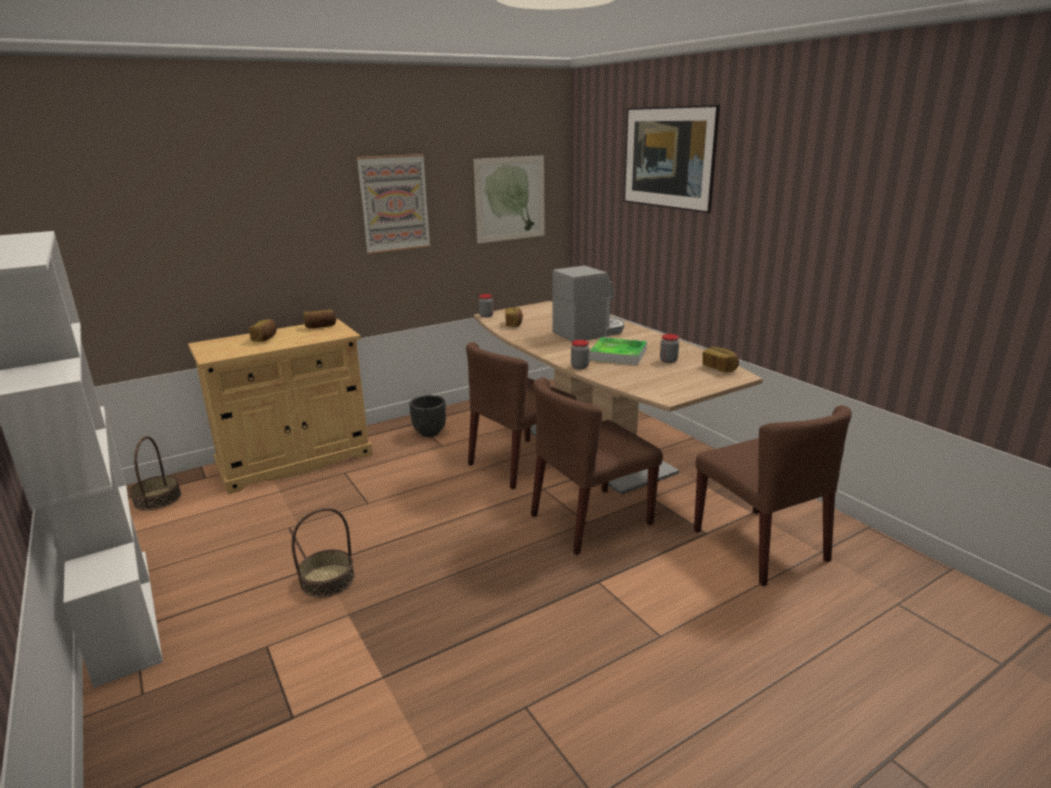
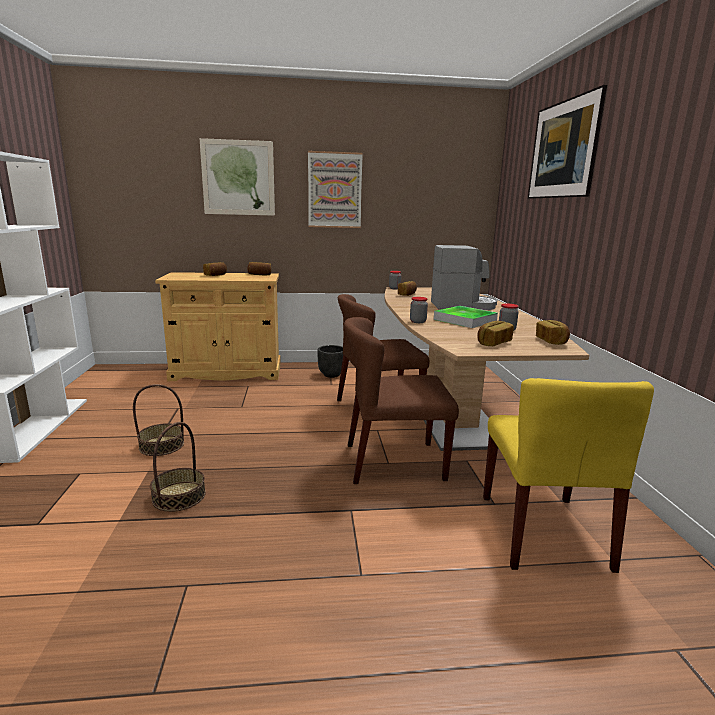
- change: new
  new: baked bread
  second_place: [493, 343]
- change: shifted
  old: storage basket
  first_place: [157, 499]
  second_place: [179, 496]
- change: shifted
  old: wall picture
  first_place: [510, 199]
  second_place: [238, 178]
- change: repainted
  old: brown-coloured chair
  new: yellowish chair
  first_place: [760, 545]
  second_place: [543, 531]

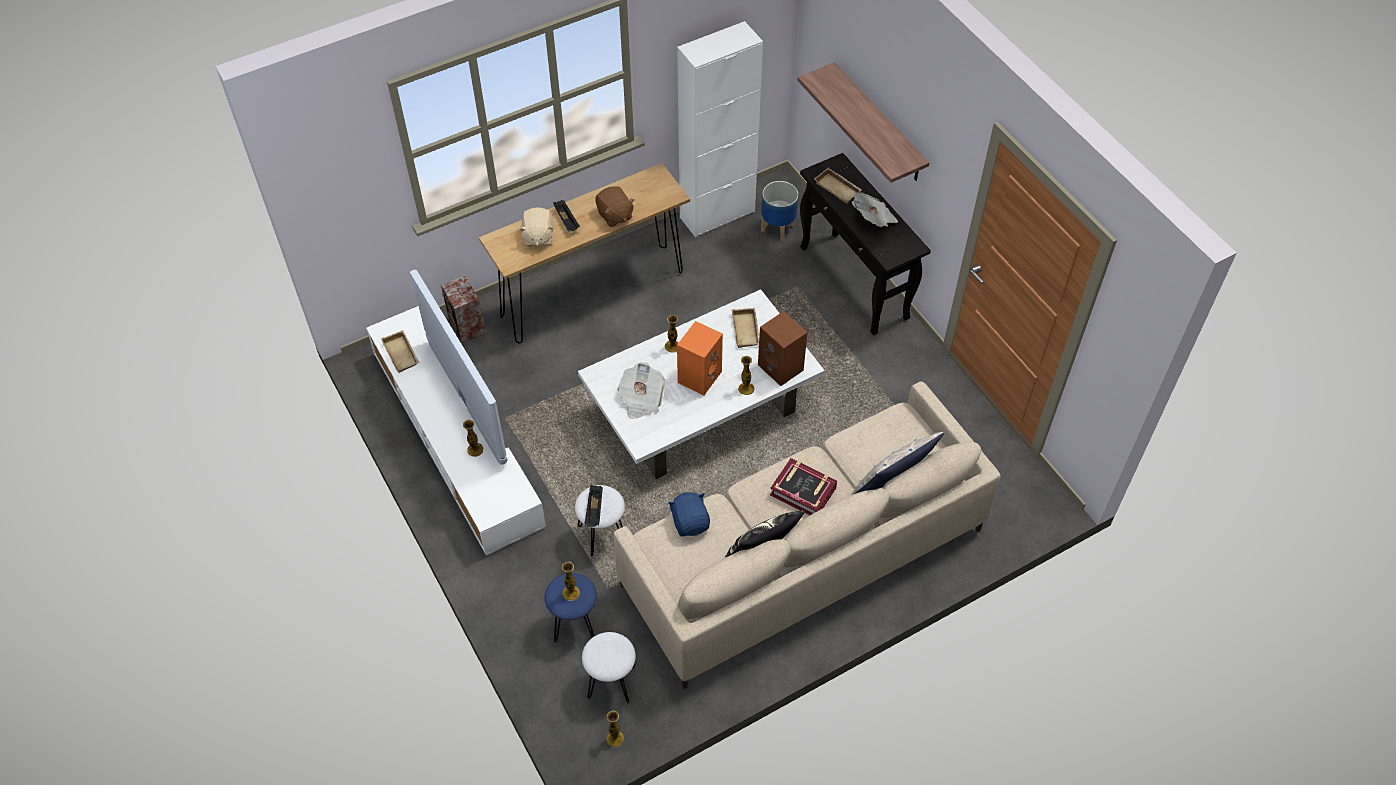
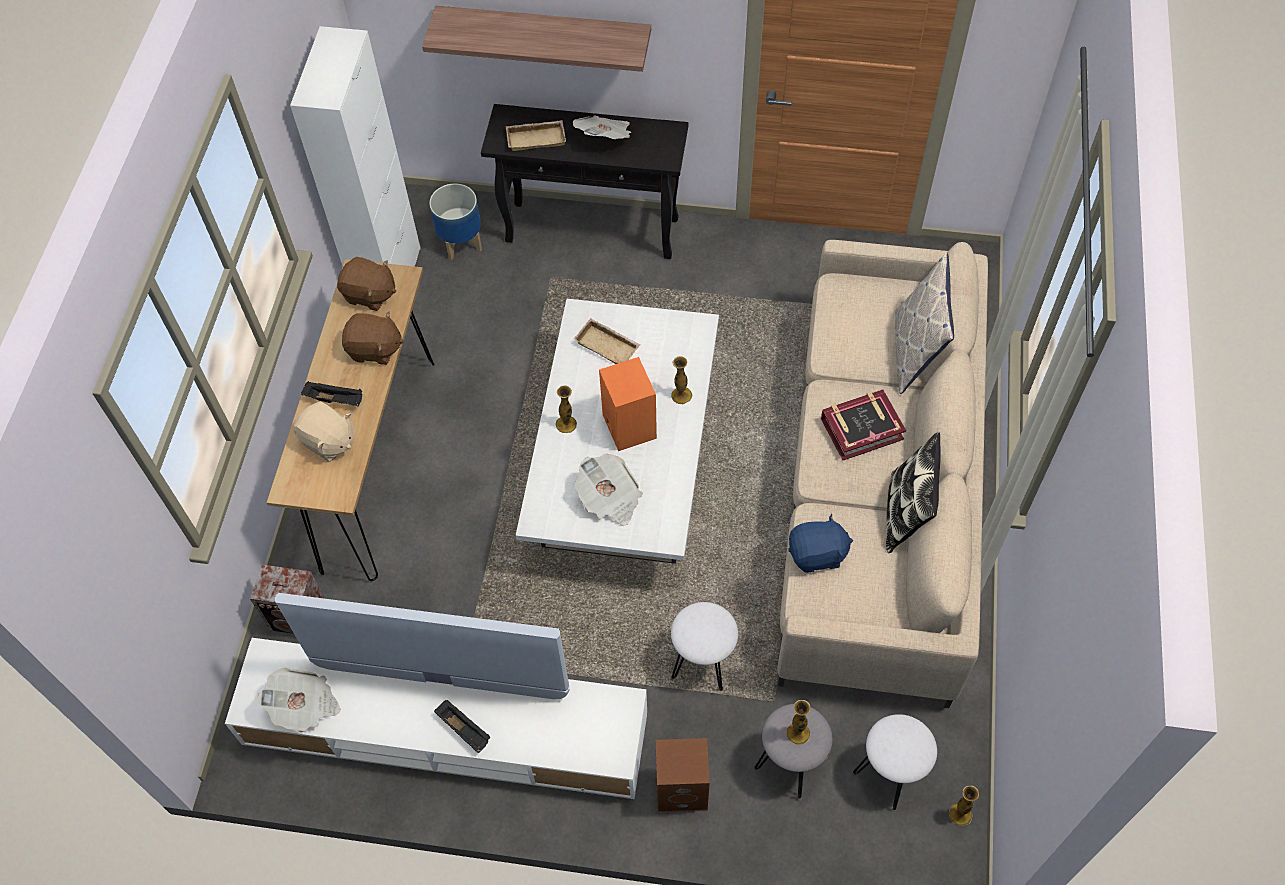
- change: gone
  old: vase
  first_place: [475, 449]
- change: new
  new: brown-coloured cuddly toy
  second_place: [369, 295]
- change: shifted
  old: black carrying tray
  first_place: [594, 511]
  second_place: [464, 730]
- change: shifted
  old: brown-coloured audio speaker
  first_place: [782, 367]
  second_place: [683, 787]
- change: swapped
  old: beige-coloured carrying tray
  new: printed paper
  first_place: [402, 354]
  second_place: [305, 706]
- change: repainted
  old: blue stool
  new: gray stool
  first_place: [574, 623]
  second_place: [790, 763]
- change: rotated
  old: blue cuddly toy
  first_place: [690, 522]
  second_place: [817, 554]
  degrees: 150

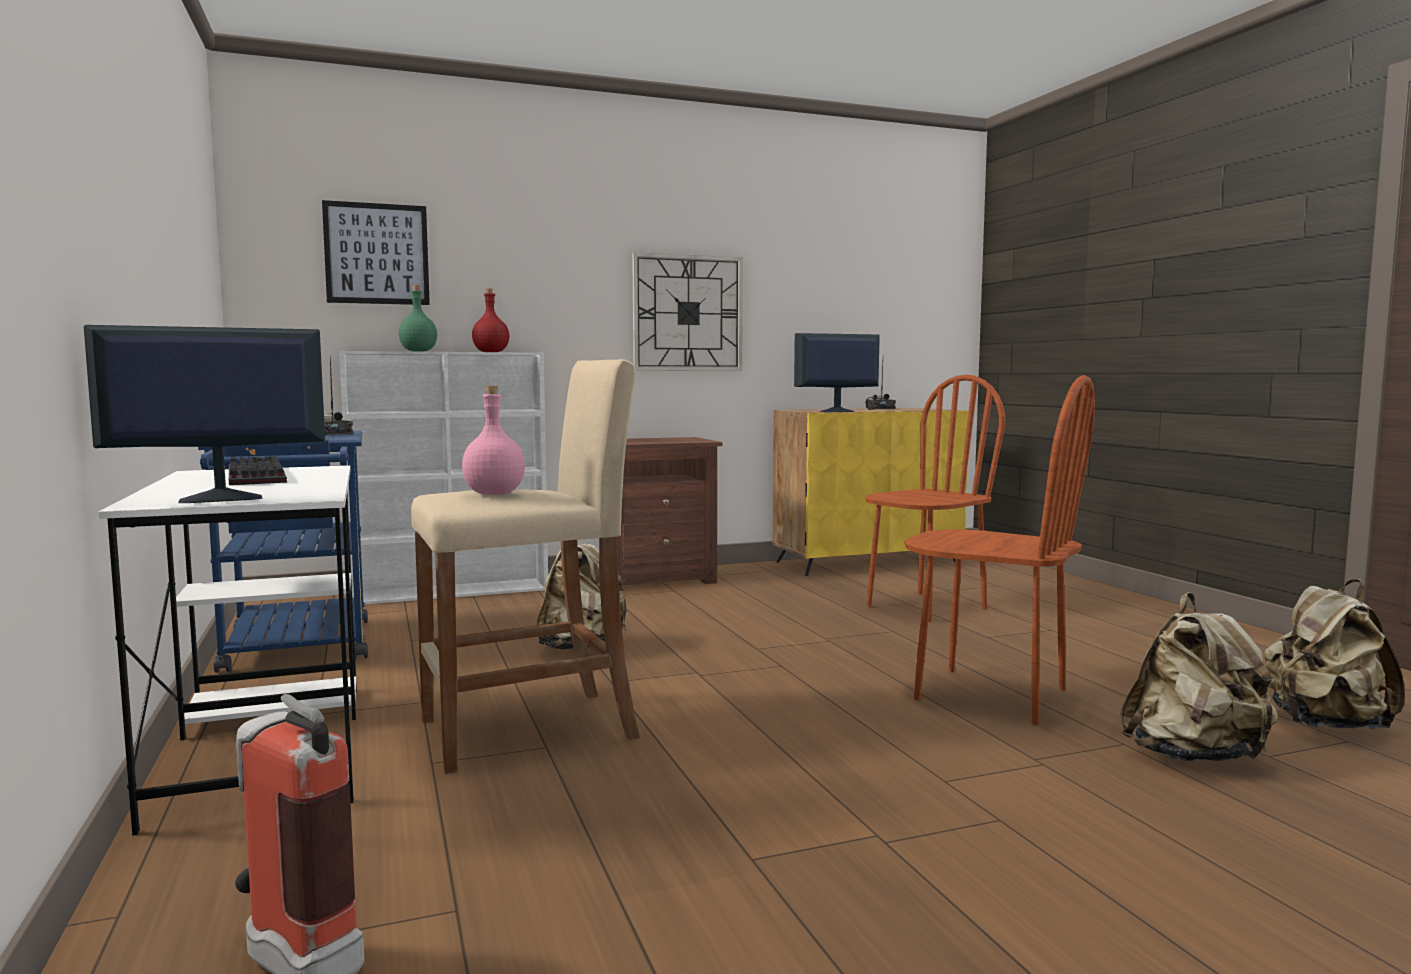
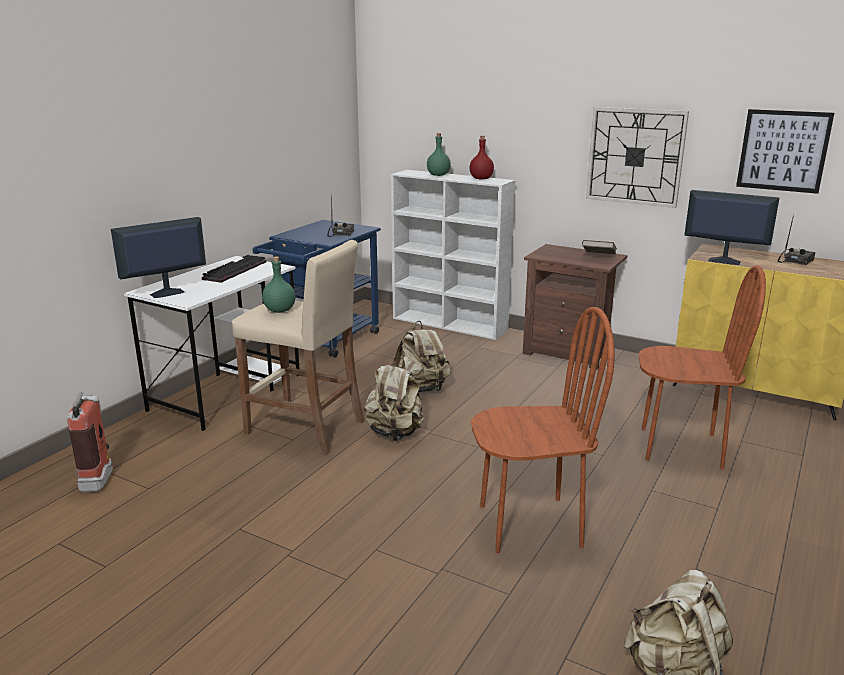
- change: new
  new: brown-coloured bound book
  second_place: [598, 257]
- change: shifted
  old: wall picture
  first_place: [377, 254]
  second_place: [783, 151]
- change: shifted
  old: beige-coloured rucksack
  first_place: [1194, 756]
  second_place: [395, 433]
- change: repainted
  old: pink-coloured drink bottle
  new: greenish drink bottle
  first_place: [495, 494]
  second_place: [280, 311]
- change: rotated
  old: computer screen
  first_place: [218, 499]
  second_place: [166, 293]
  degrees: -60
- change: rotated
  old: brown-coloured chair
  first_place: [990, 695]
  second_place: [529, 525]
  degrees: -90

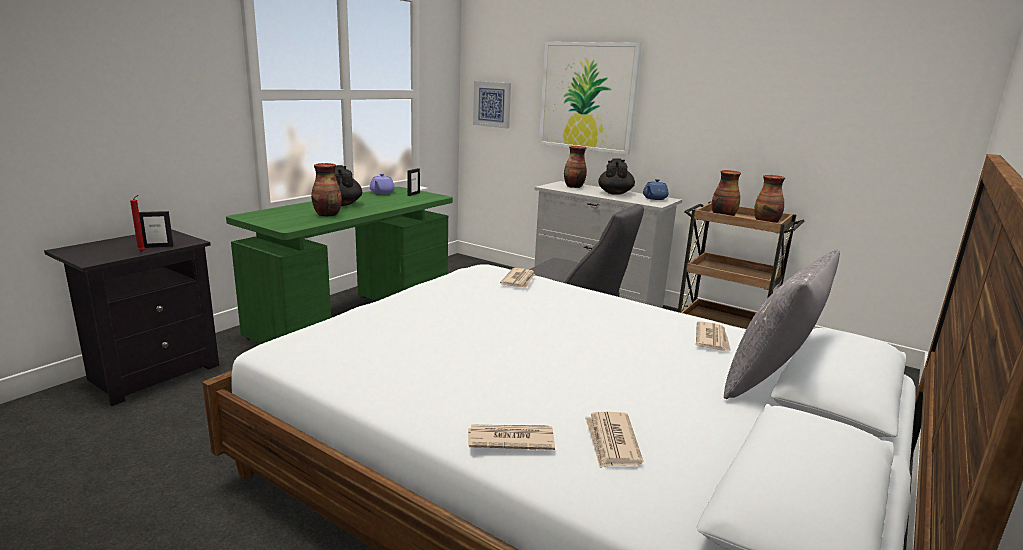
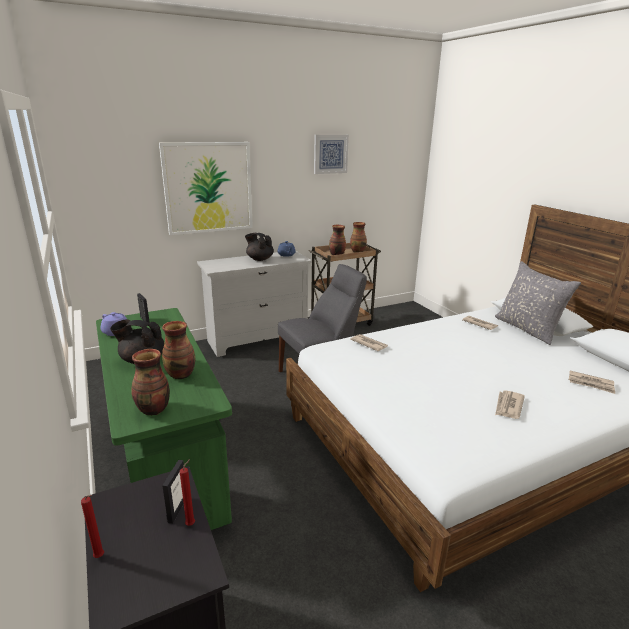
- change: new
  new: red-coloured wax candle
  second_place: [100, 557]
- change: shifted
  old: printed paper
  first_place: [509, 439]
  second_place: [508, 406]
- change: shifted
  old: wall picture
  first_place: [492, 104]
  second_place: [330, 154]
- change: shifted
  old: vase
  first_place: [573, 186]
  second_place: [153, 409]

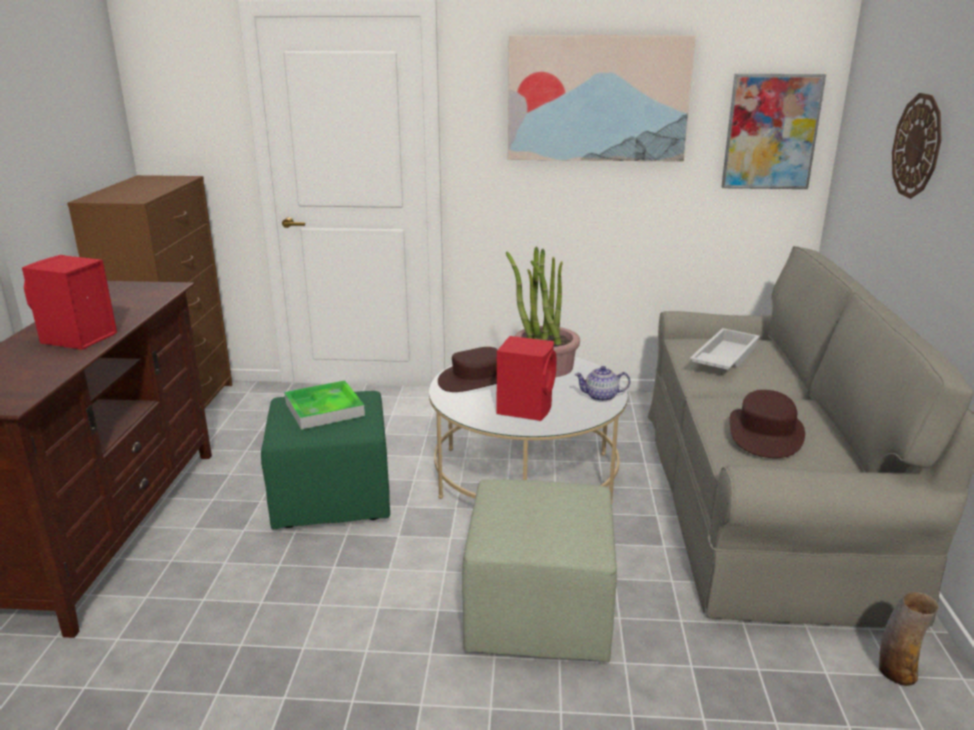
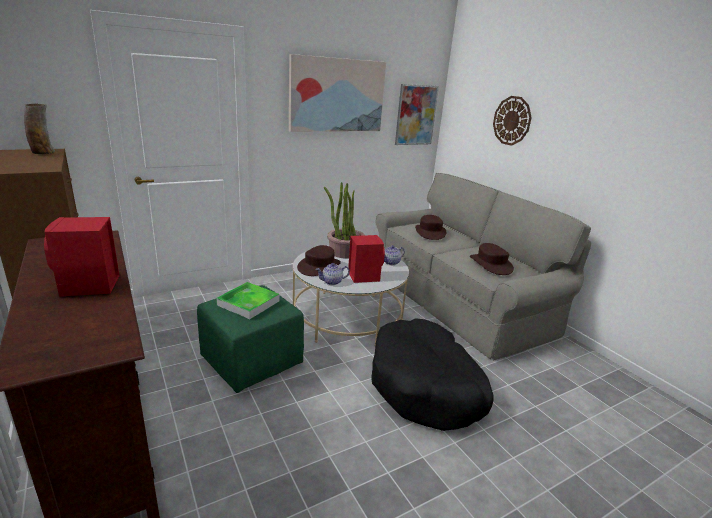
- change: new
  new: tea pot
  second_place: [332, 282]
- change: shifted
  old: vase
  first_place: [896, 671]
  second_place: [43, 152]
- change: swapped
  old: greenish ottoman
  new: black dog cushion
  first_place: [537, 613]
  second_place: [425, 386]
- change: swapped
  old: whitish carrying tray
  new: brown-coloured wearable hat
  first_place: [723, 357]
  second_place: [430, 232]

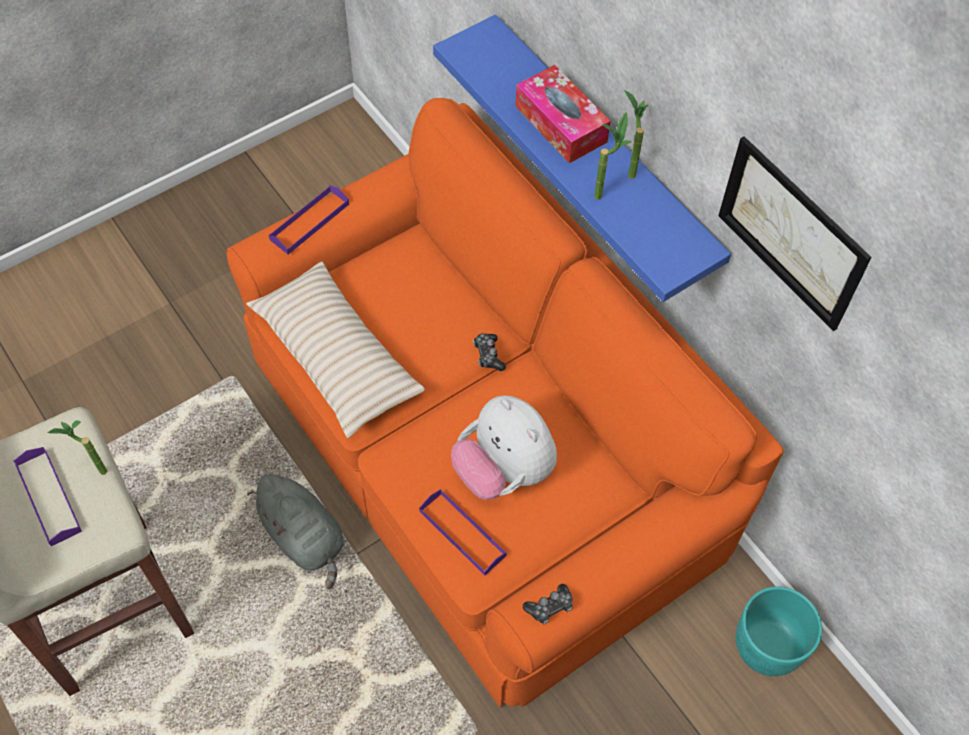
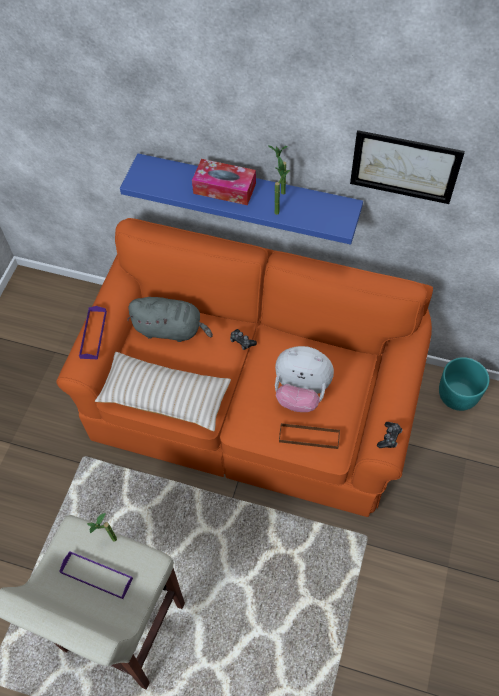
- change: shifted
  old: gray cuddly toy
  first_place: [304, 537]
  second_place: [171, 329]
- change: repainted
  old: purple carrying tray
  new: brown-coloured carrying tray
  first_place: [462, 533]
  second_place: [309, 437]

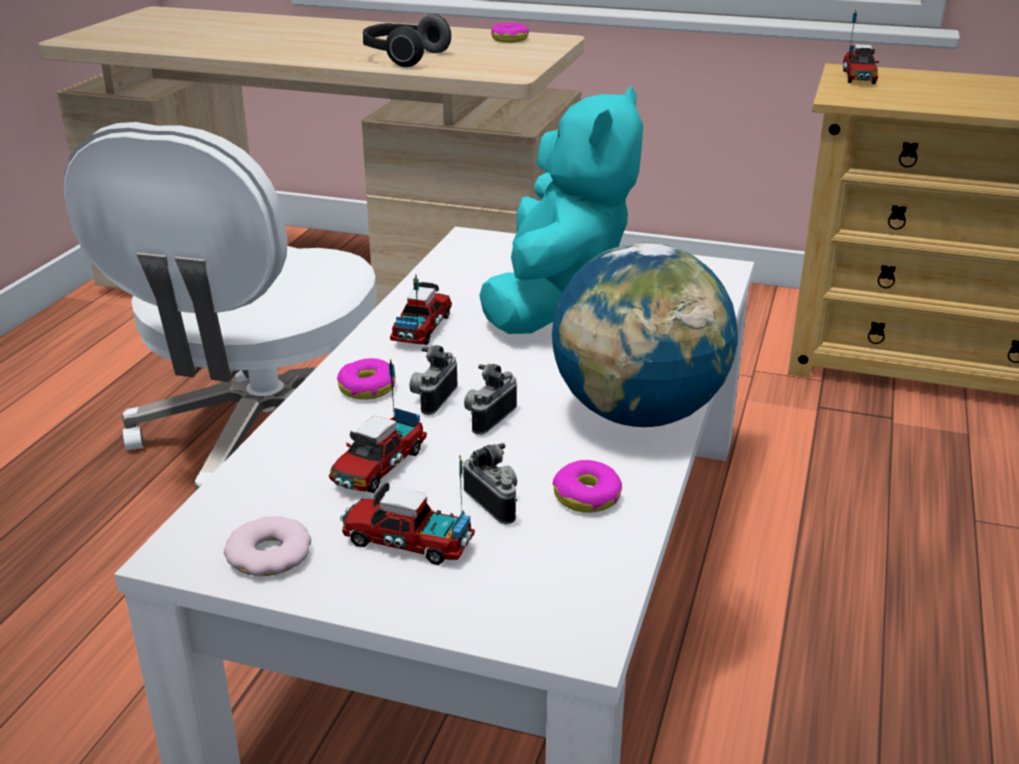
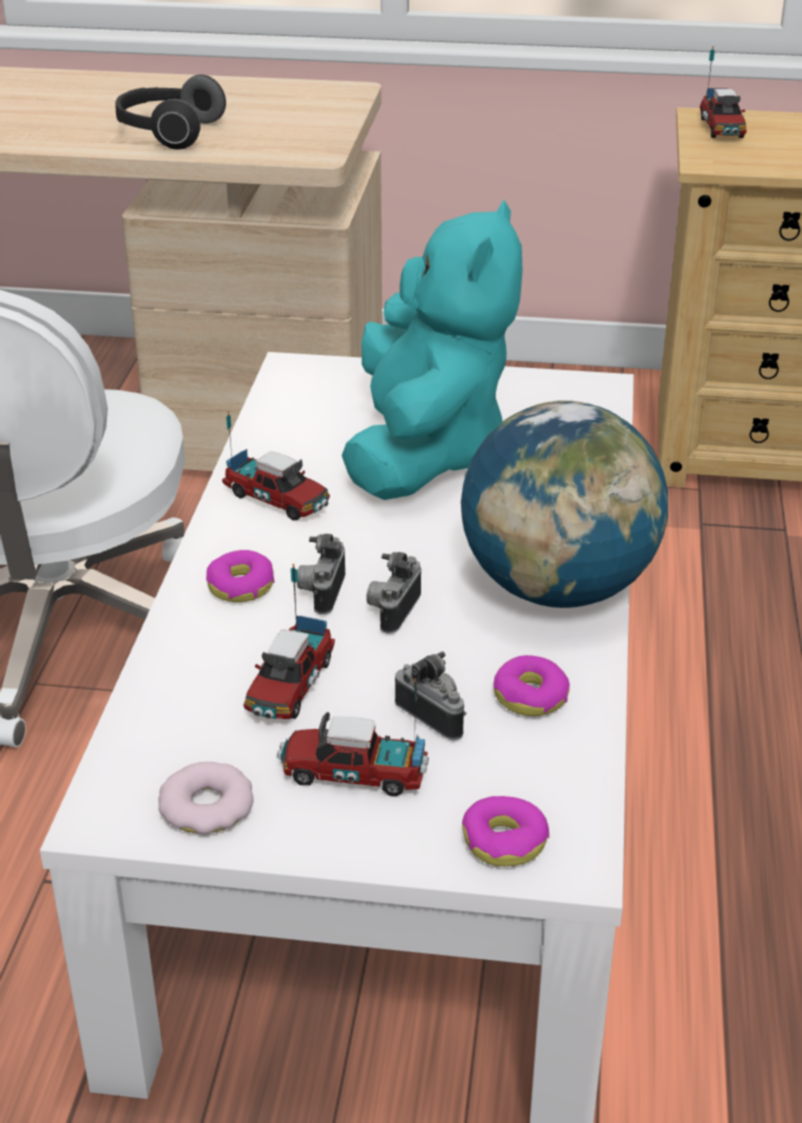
- change: shifted
  old: doughnut
  first_place: [509, 39]
  second_place: [504, 841]
- change: rotated
  old: toy lorry
  first_place: [422, 329]
  second_place: [278, 500]
  degrees: 120

